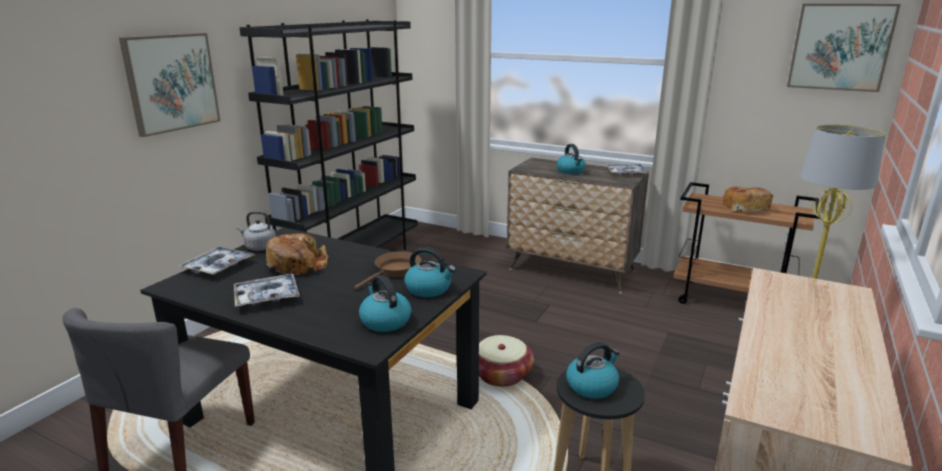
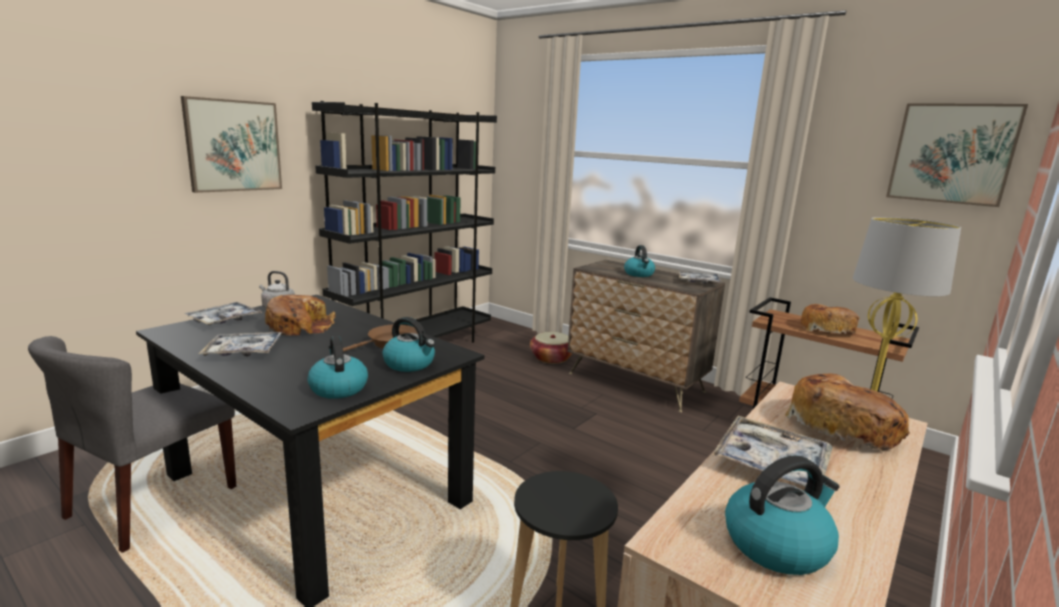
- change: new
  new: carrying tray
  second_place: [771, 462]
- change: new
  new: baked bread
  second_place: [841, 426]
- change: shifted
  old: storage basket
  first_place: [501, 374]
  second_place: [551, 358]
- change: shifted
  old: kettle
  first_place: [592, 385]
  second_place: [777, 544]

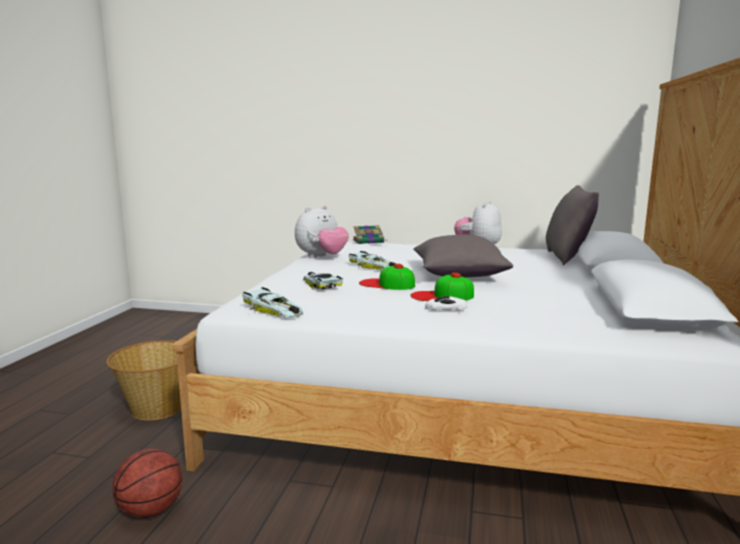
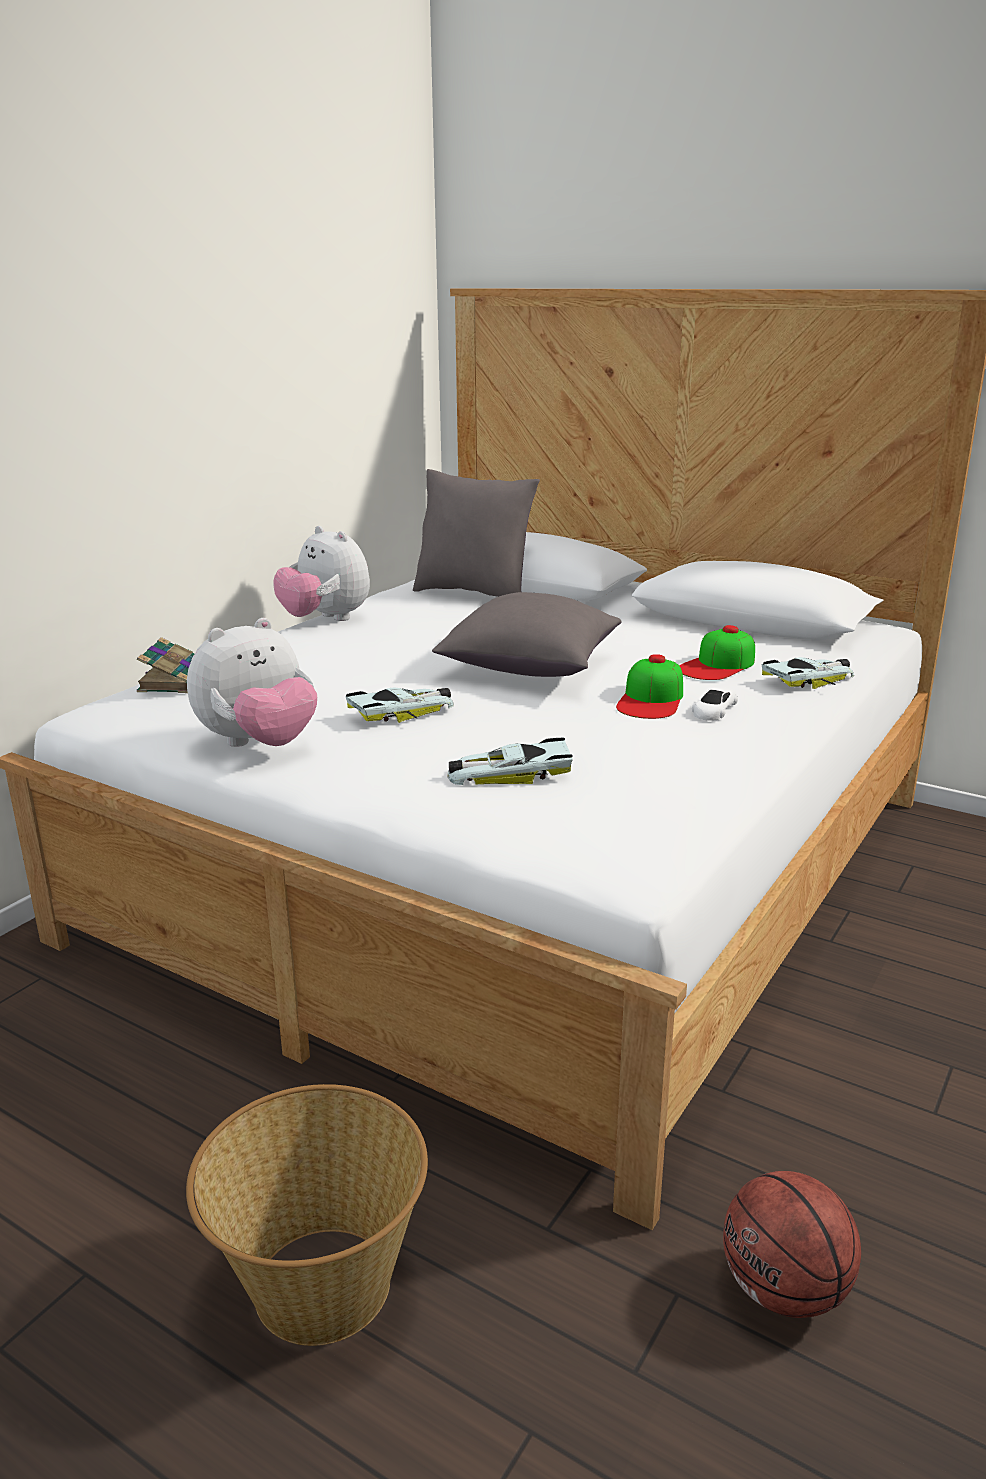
- change: shifted
  old: toy car
  first_place: [273, 309]
  second_place: [811, 680]
- change: shifted
  old: baseball cap
  first_place: [386, 284]
  second_place: [717, 665]
- change: rotated
  old: cuddly toy
  first_place: [321, 257]
  second_place: [259, 744]
  degrees: 75

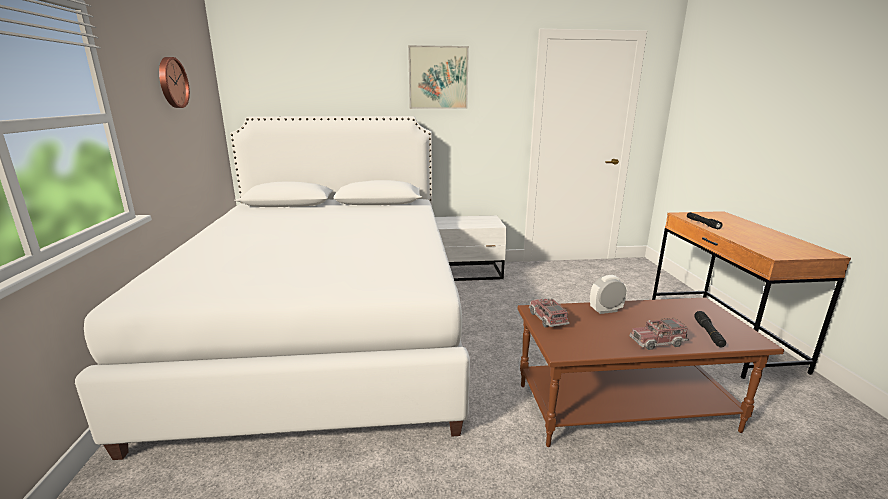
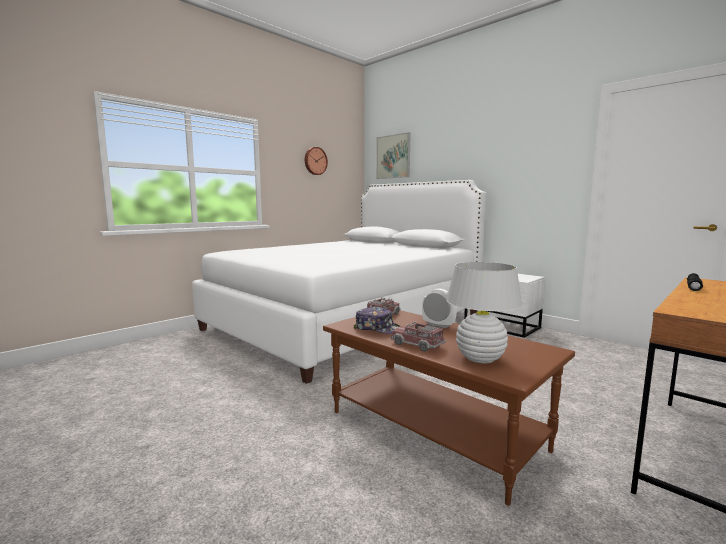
- change: new
  new: baseball cap
  second_place: [378, 329]
- change: shifted
  old: wall picture
  first_place: [438, 78]
  second_place: [393, 156]
- change: swapped
  old: black hand torch
  new: whitish tabletop lamp
  first_place: [708, 333]
  second_place: [480, 358]

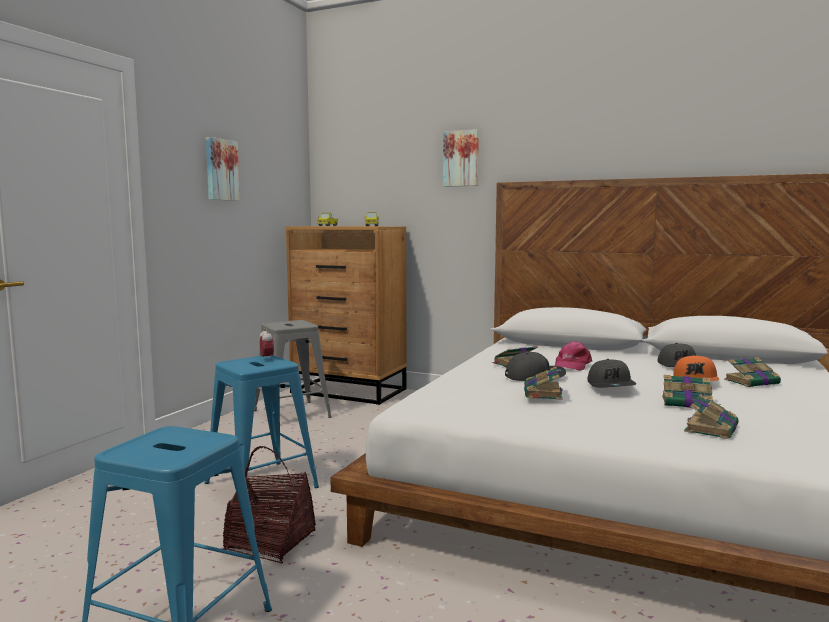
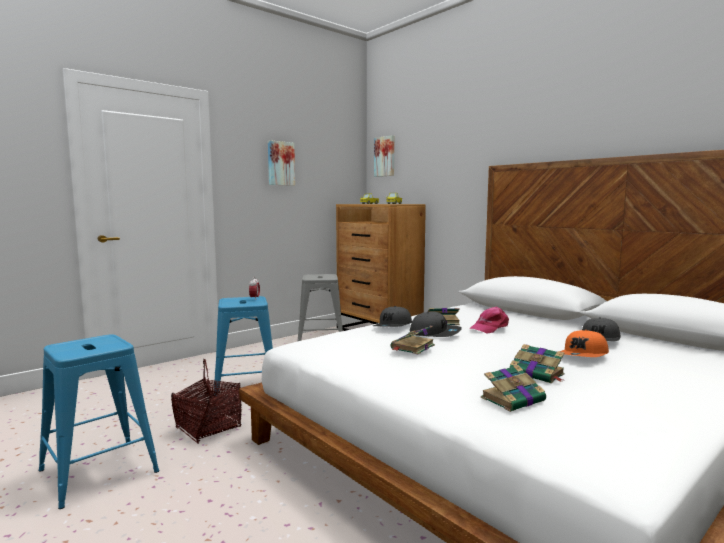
- change: gone
  old: bound book
  first_place: [752, 382]
- change: shifted
  old: wall picture
  first_place: [461, 158]
  second_place: [385, 156]
- change: shifted
  old: gray baseball cap
  first_place: [611, 385]
  second_place: [393, 326]

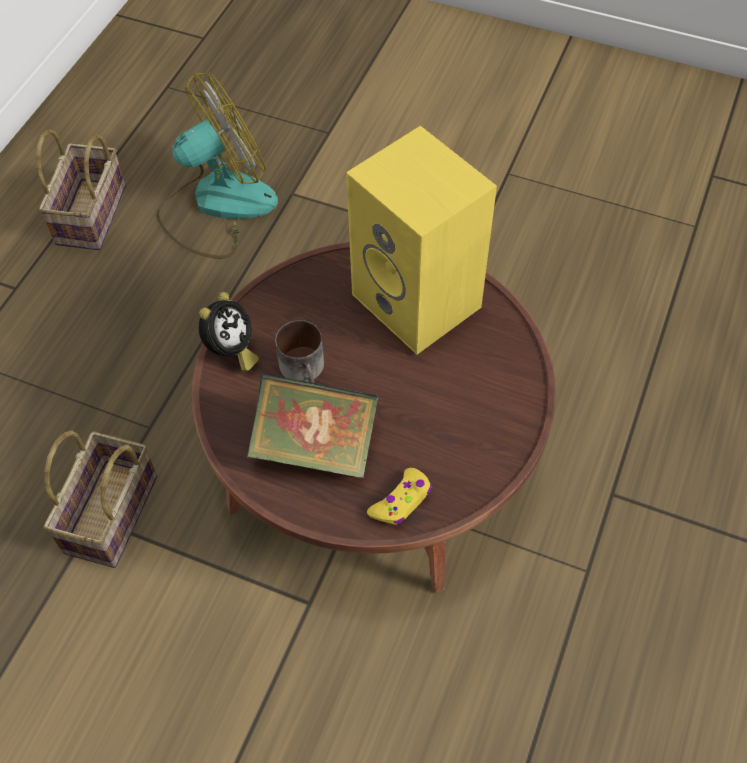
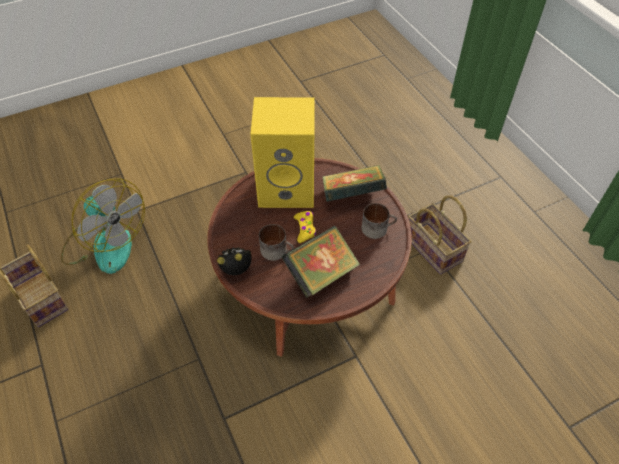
- change: new
  new: bound book
  second_place: [352, 196]
- change: new
  new: mug
  second_place: [377, 227]
- change: shifted
  old: storage basket
  first_place: [112, 517]
  second_place: [435, 249]
- change: shifted
  old: yellowish gamepad
  first_place: [401, 501]
  second_place: [305, 229]
- change: rotated
  old: electric fan
  first_place: [216, 205]
  second_place: [105, 243]
  degrees: 120
- change: rotated
  old: table clock
  first_place: [231, 351]
  second_place: [238, 270]
  degrees: -75

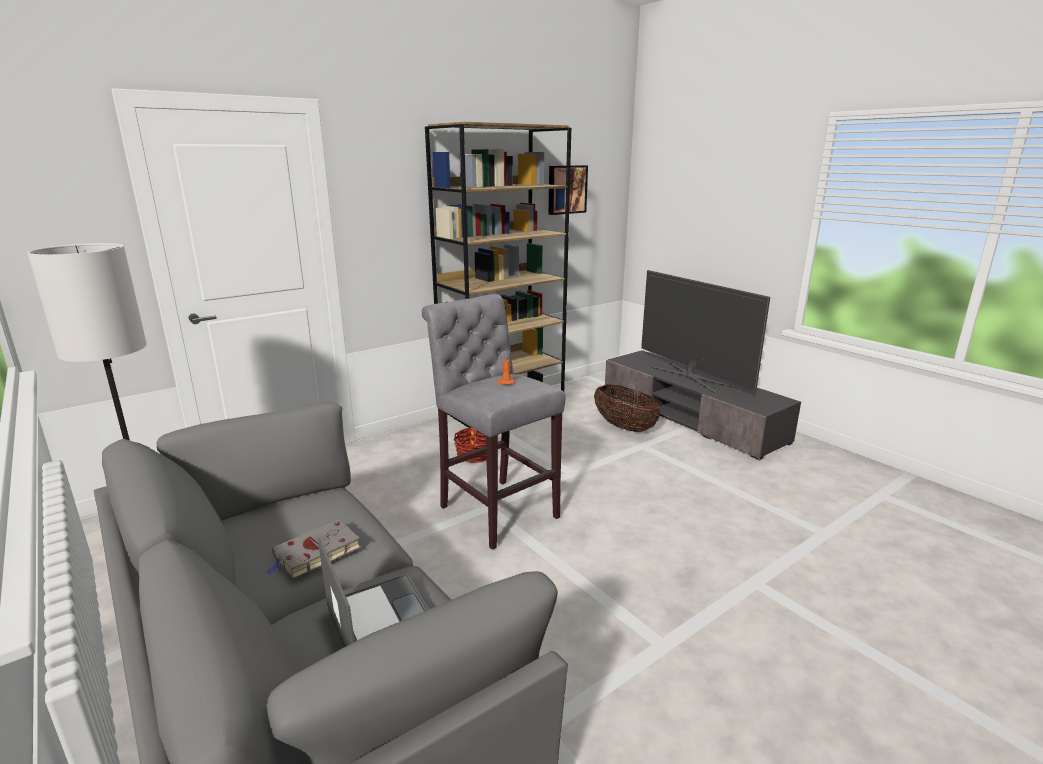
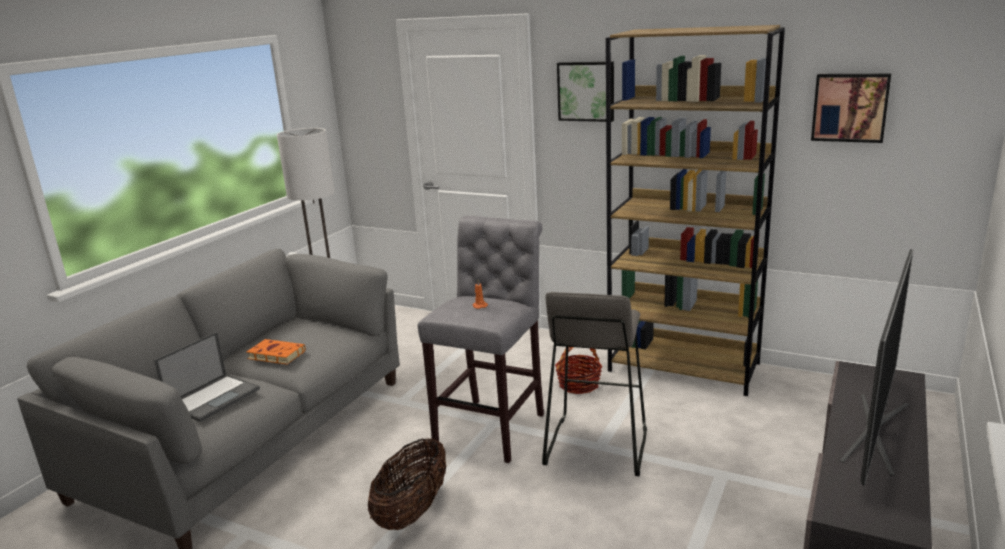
- change: new
  new: gray stool
  second_place: [595, 446]
- change: new
  new: wall picture
  second_place: [586, 91]
- change: shifted
  old: storage basket
  first_place: [624, 427]
  second_place: [412, 511]
- change: repainted
  old: gray bound book
  new: orange bound book
  first_place: [315, 554]
  second_place: [275, 355]

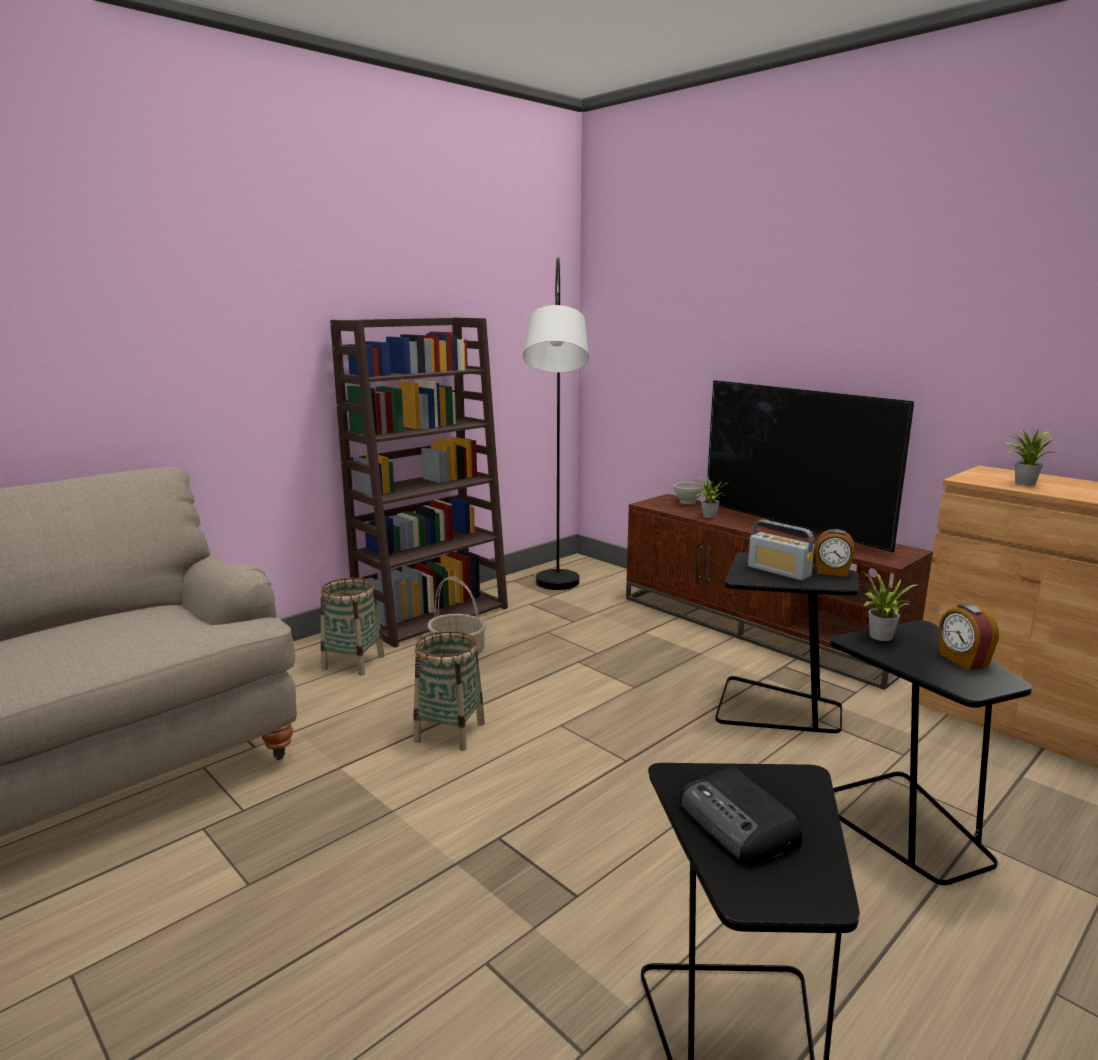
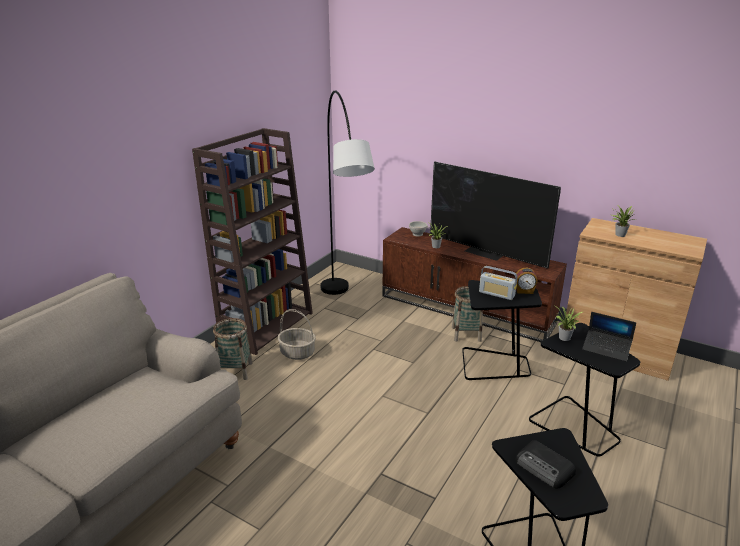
- change: shifted
  old: storage basket
  first_place: [450, 732]
  second_place: [466, 334]
- change: swapped
  old: table clock
  new: notebook computer
  first_place: [962, 660]
  second_place: [606, 349]

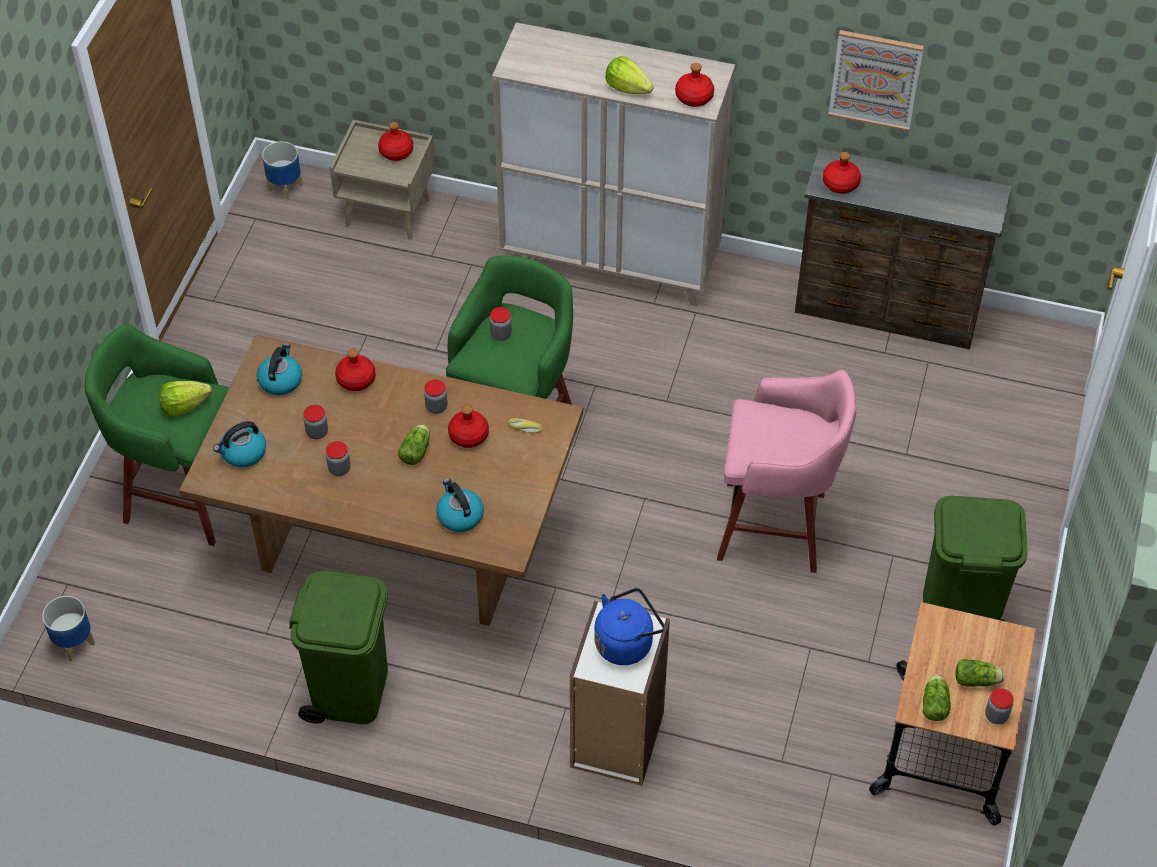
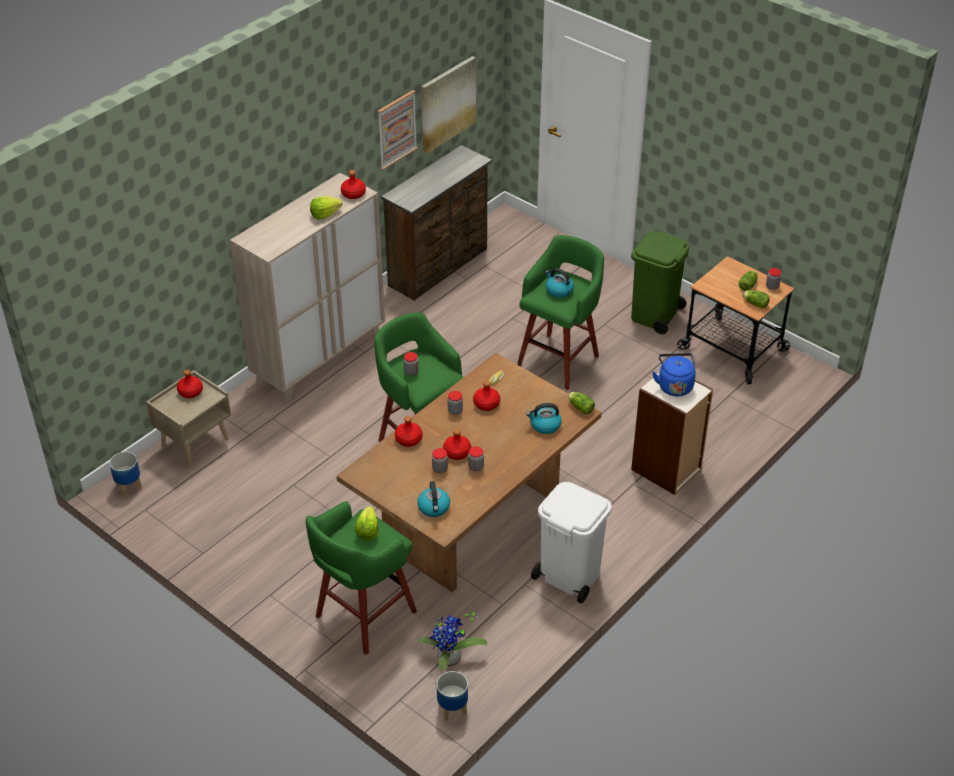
- change: new
  new: plant in a pot
  second_place: [450, 661]
- change: new
  new: wall picture
  second_place: [447, 104]
- change: shifted
  old: kettle
  first_place: [280, 380]
  second_place: [558, 290]
- change: shifted
  old: lettuce
  first_place: [416, 450]
  second_place: [580, 407]
- change: shifted
  old: red-coloured drink bottle
  first_place: [840, 183]
  second_place: [456, 452]
- change: repainted
  old: greenish waste bin
  new: whitish waste bin
  first_place: [350, 689]
  second_place: [569, 575]
- change: repainted
  old: pink-coloured stool
  new: greenish stool
  first_place: [776, 527]
  second_place: [559, 360]

